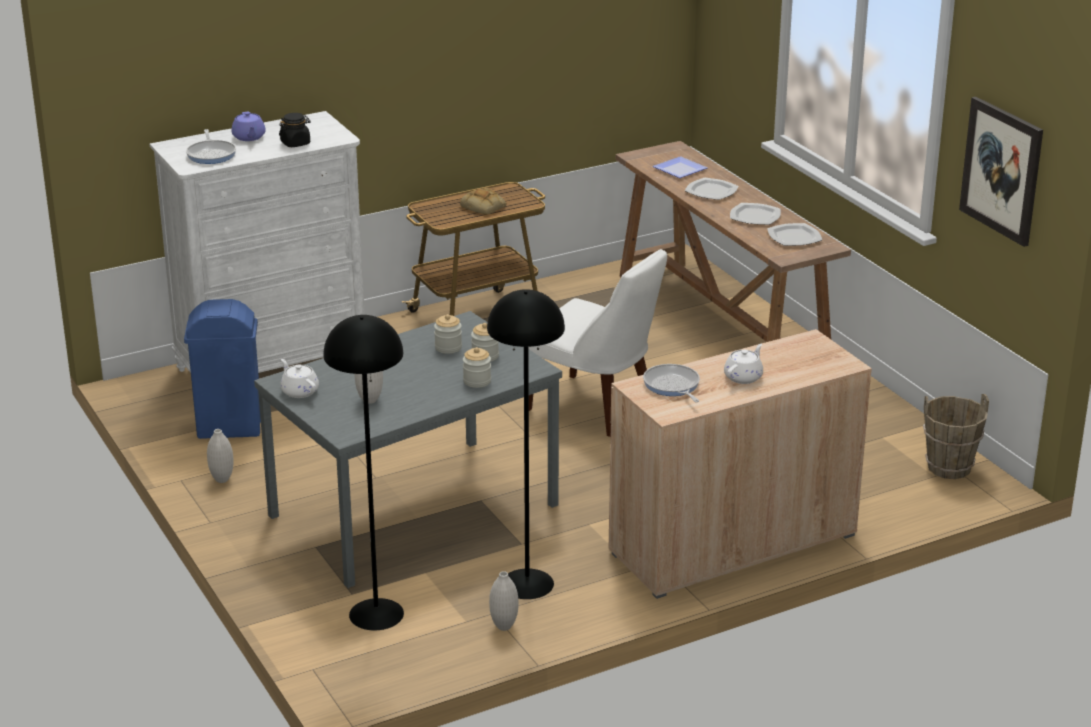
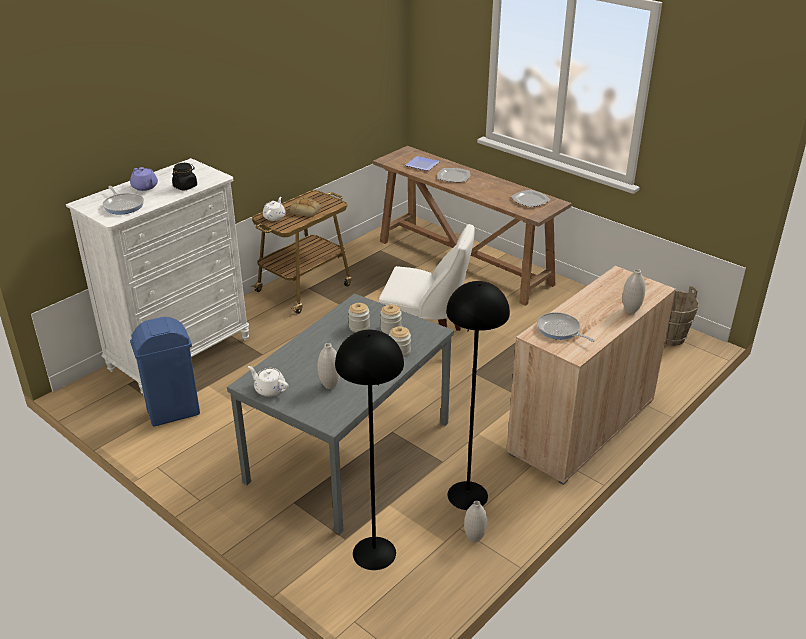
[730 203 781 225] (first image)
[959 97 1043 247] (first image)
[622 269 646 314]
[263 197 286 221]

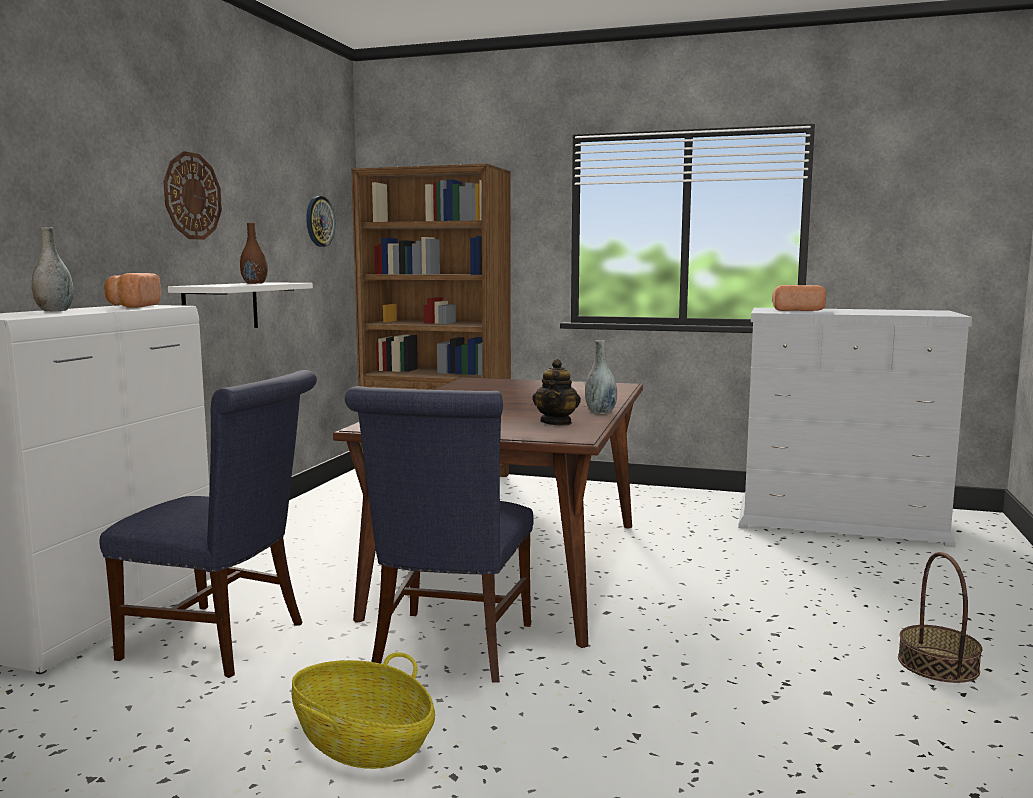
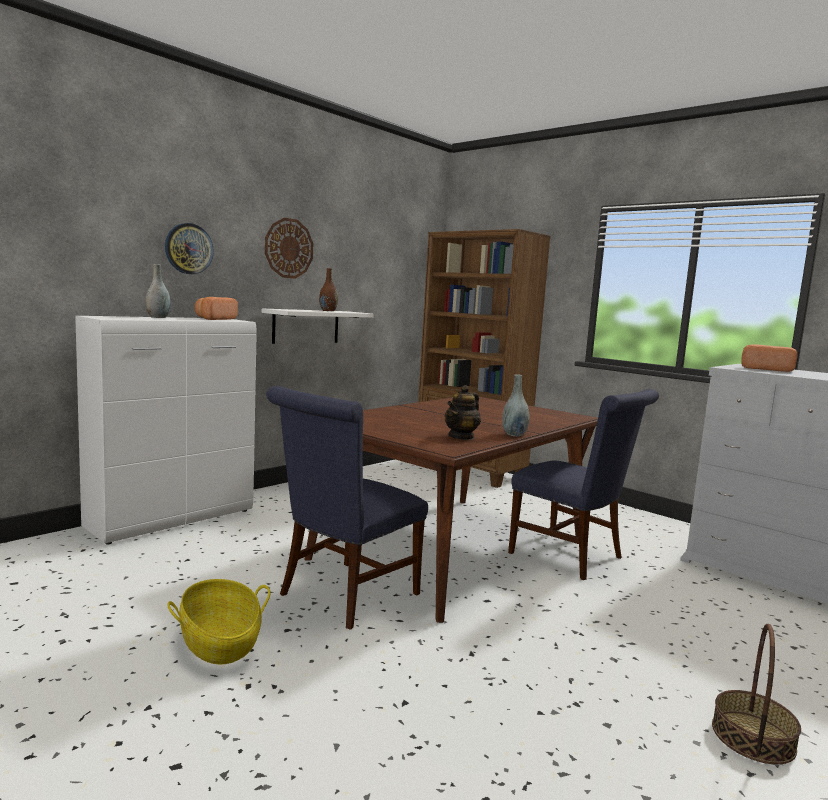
[508 389 659 580]
[165 223 214 274]

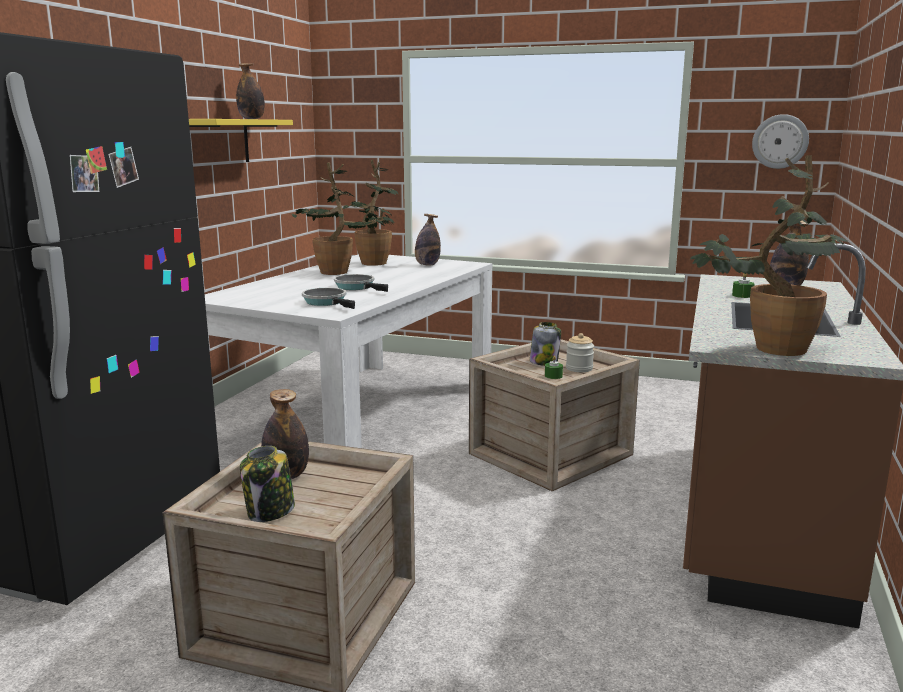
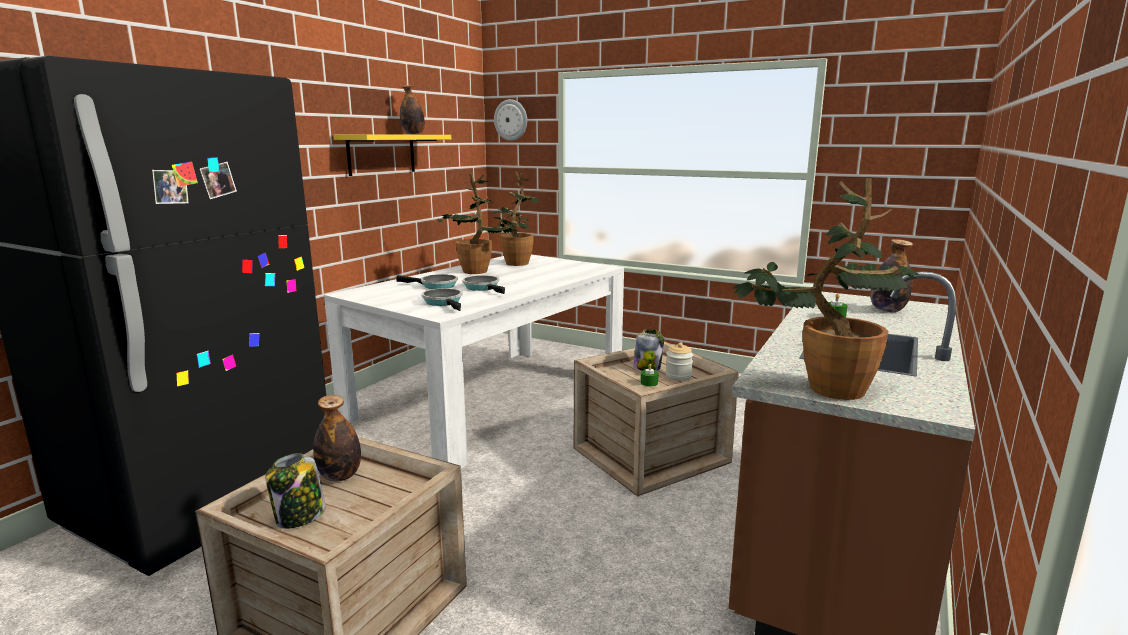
[415 214 441 265] (first image)
[396 274 458 289]
[494 99 527 141]

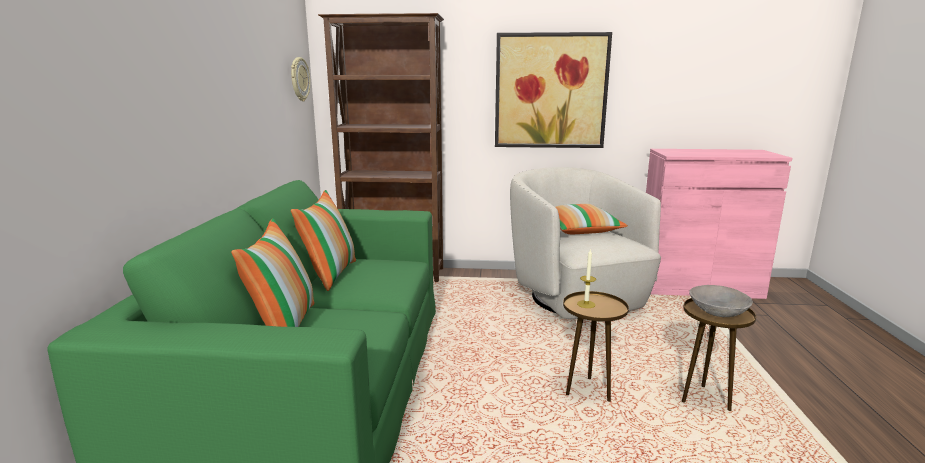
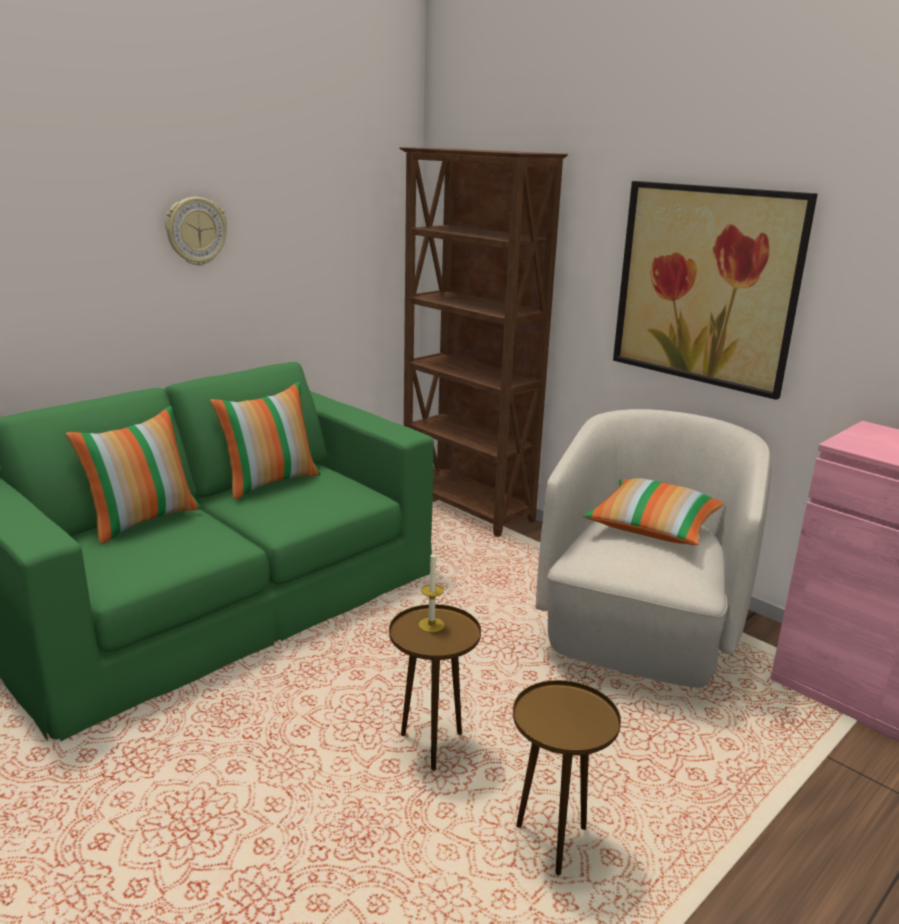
[689 285 753 317] (first image)
[165 197 227 266]

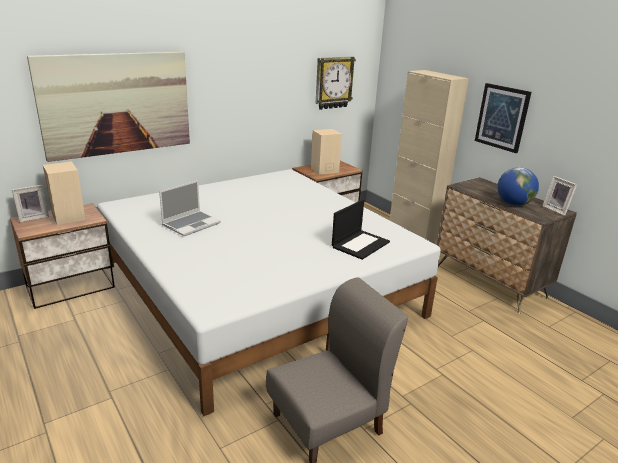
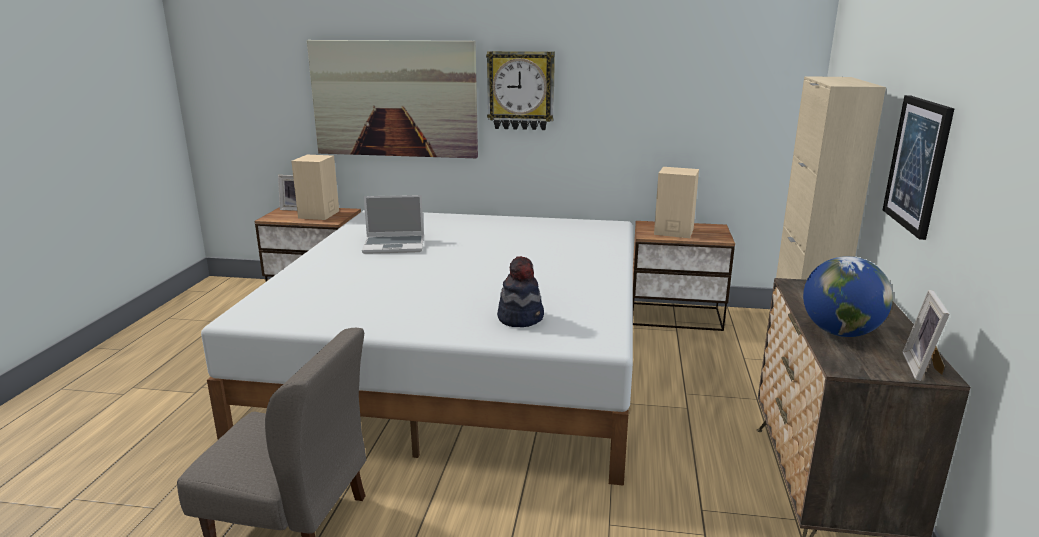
[486 51 555 130]
[497 256 544 327]

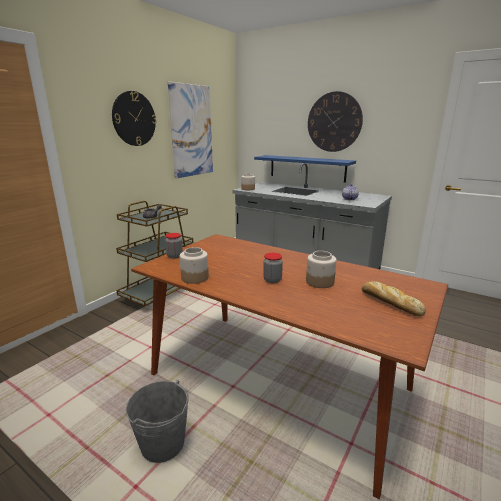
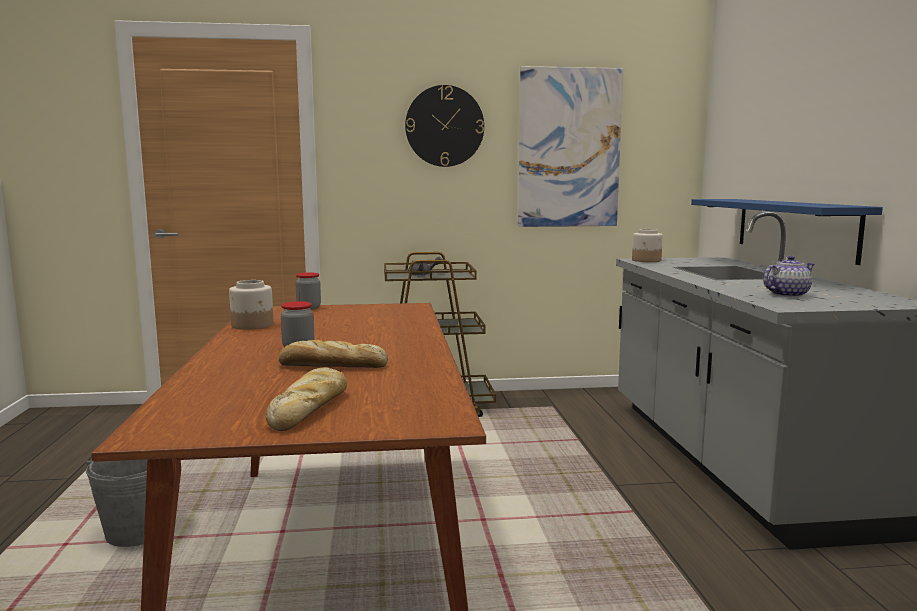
[308 91 363 152] (first image)
[278 340 388 368]

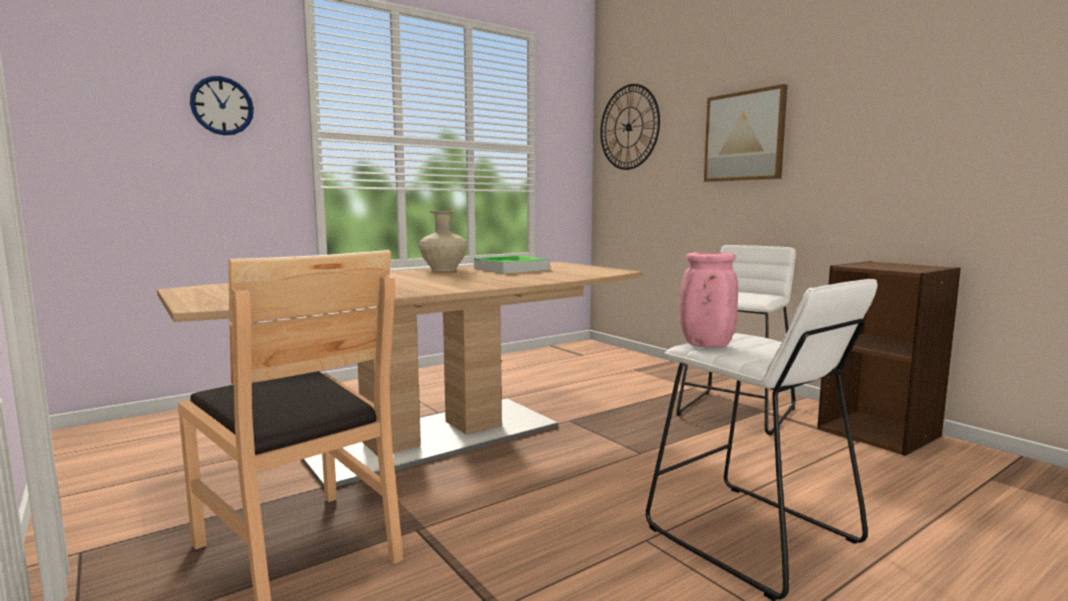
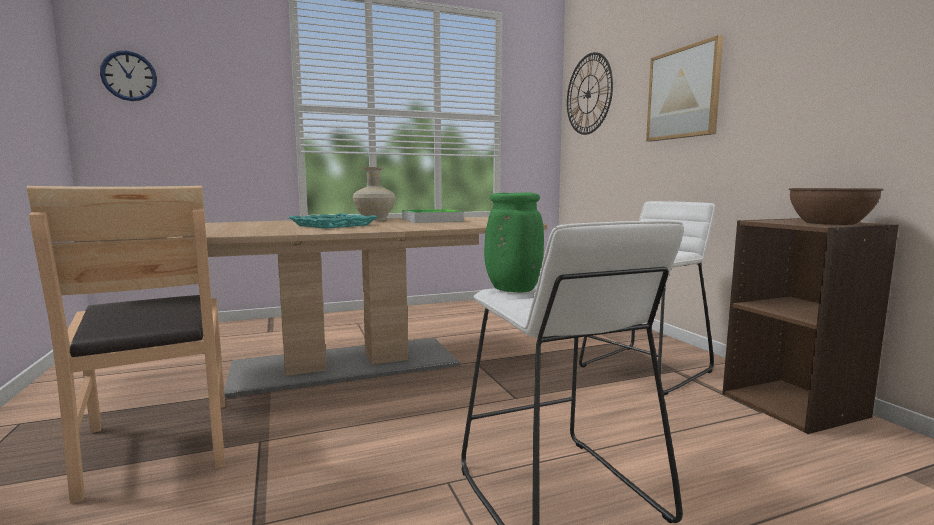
[289 213 377 229]
[788 188 884 225]
[100 51 157 101]
[484 192 544 292]

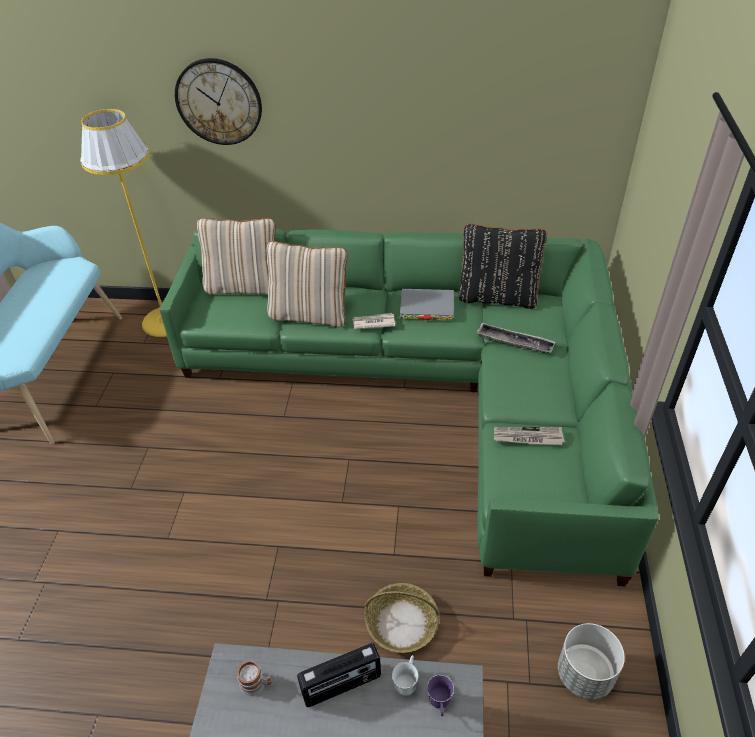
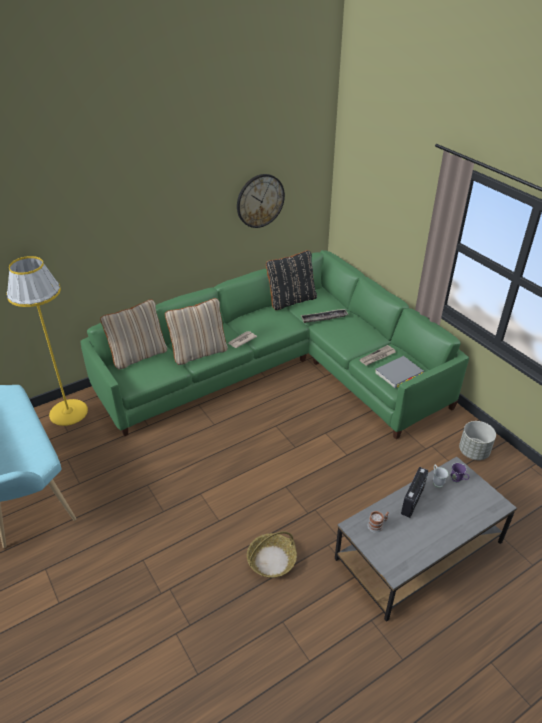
[237 174 285 228]
[247 531 297 578]
[375 356 424 388]

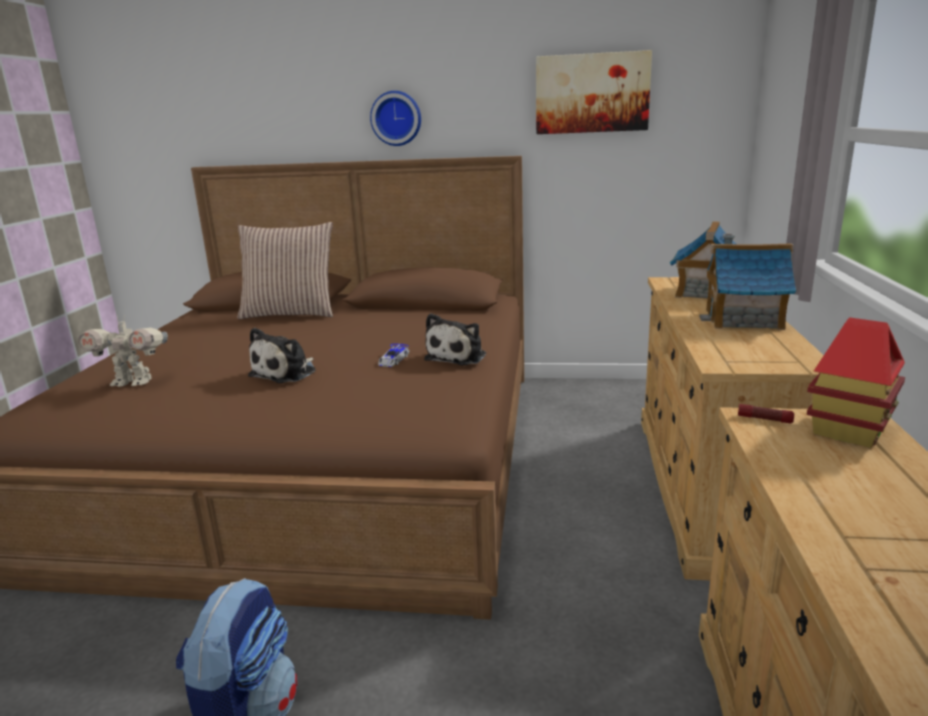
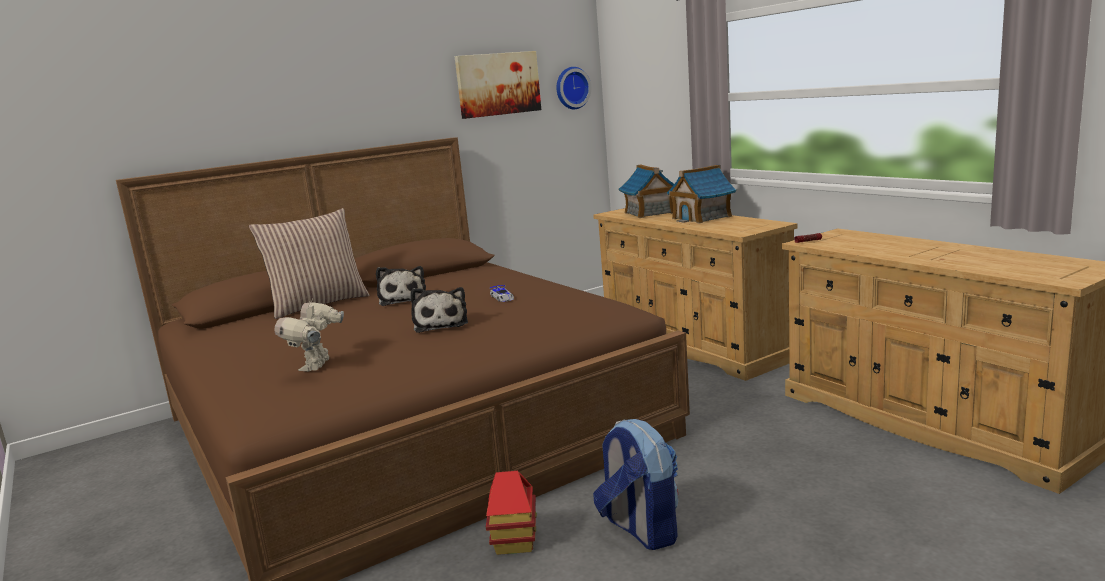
[557 67 591 109]
[376 266 426 306]
[486 471 537 555]
[274 298 344 372]

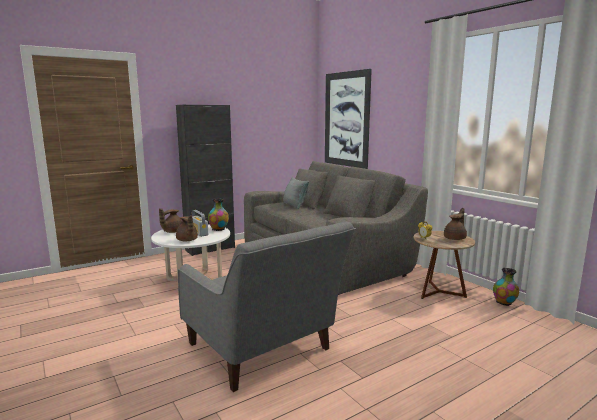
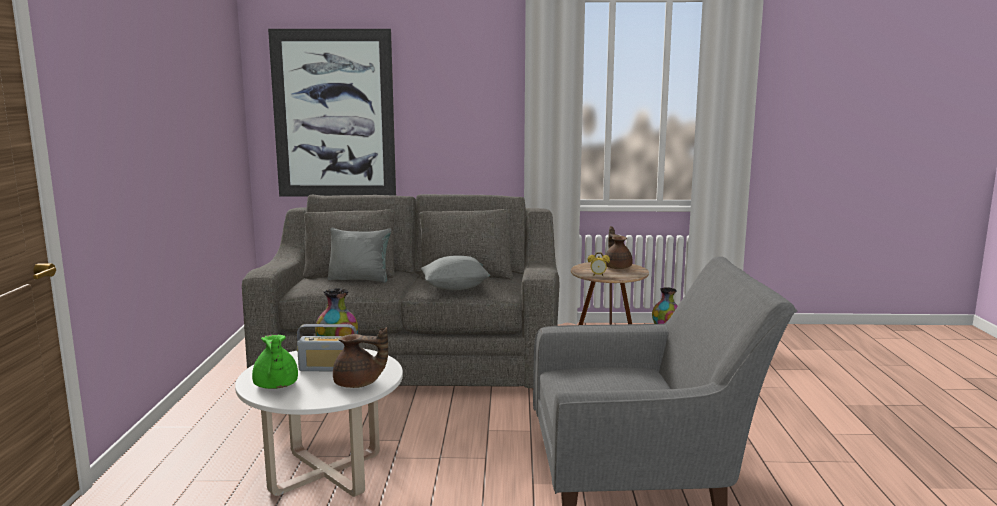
[176 105 235 256] (first image)
[421 255 490 290]
[252 335 298 389]

